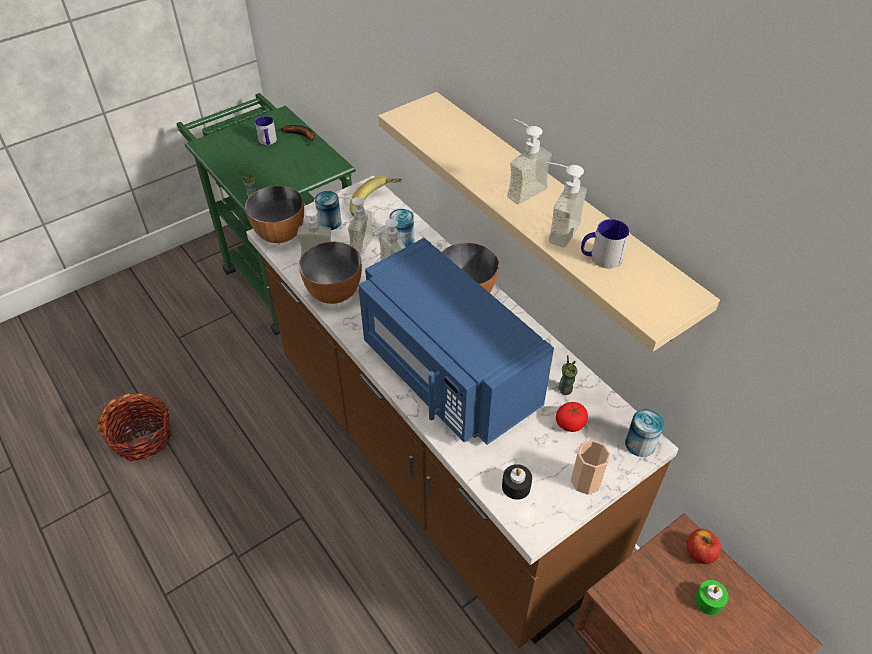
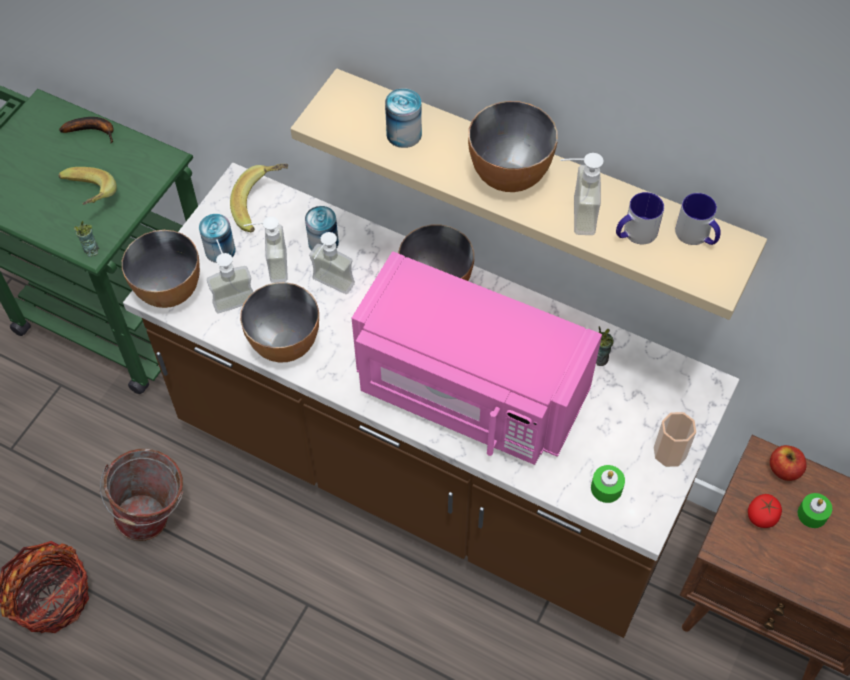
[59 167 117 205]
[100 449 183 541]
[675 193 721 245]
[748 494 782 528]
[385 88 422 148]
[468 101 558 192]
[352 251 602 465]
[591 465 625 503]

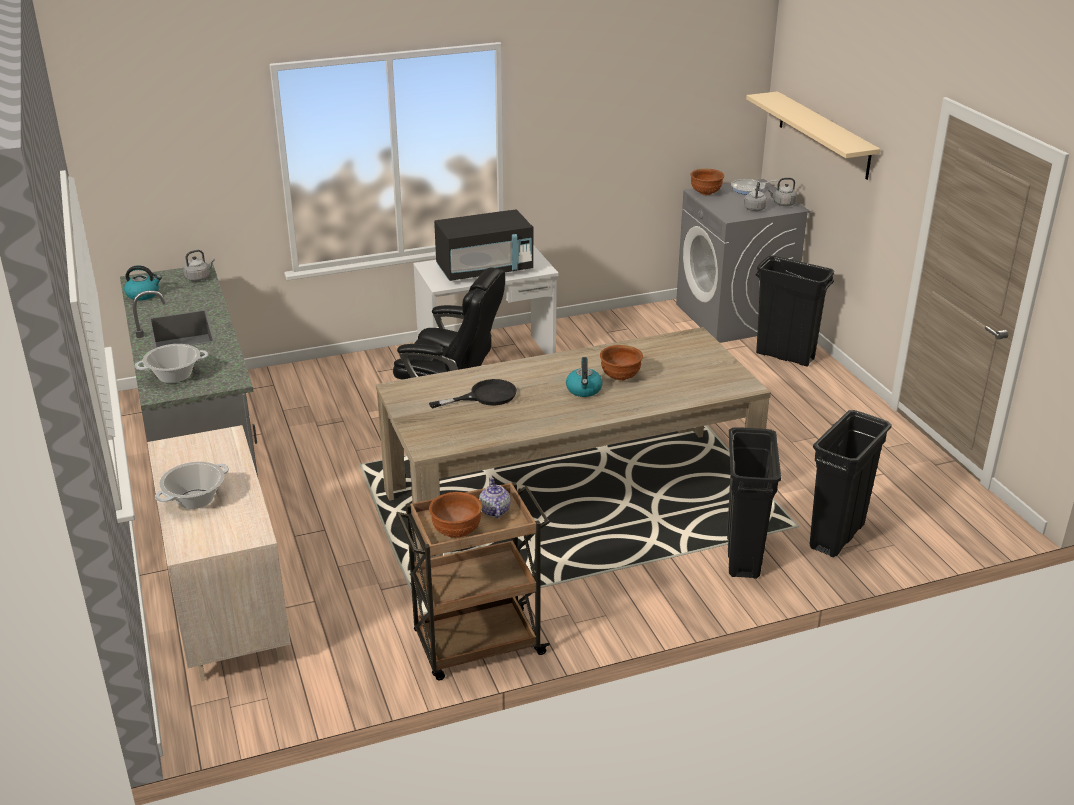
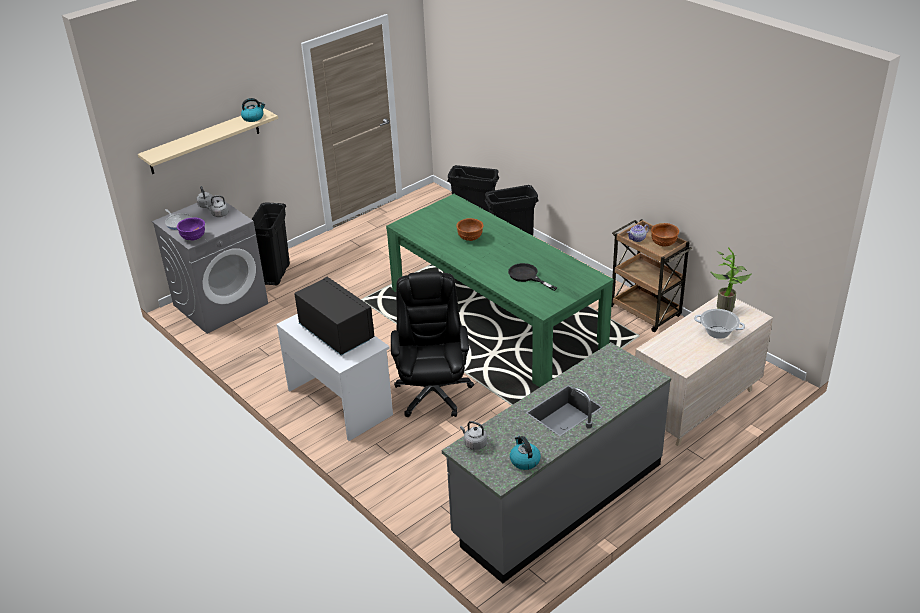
[135 344 209 383] (first image)
[710 247 752 312]
[241 98 265 122]
[386 194 613 387]
[177 218 205 240]

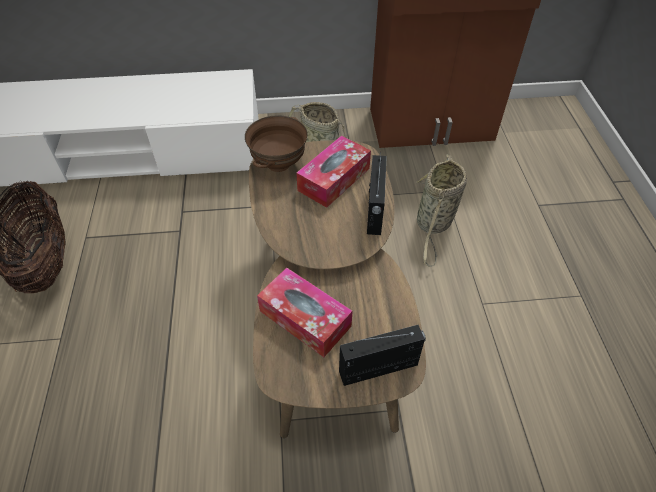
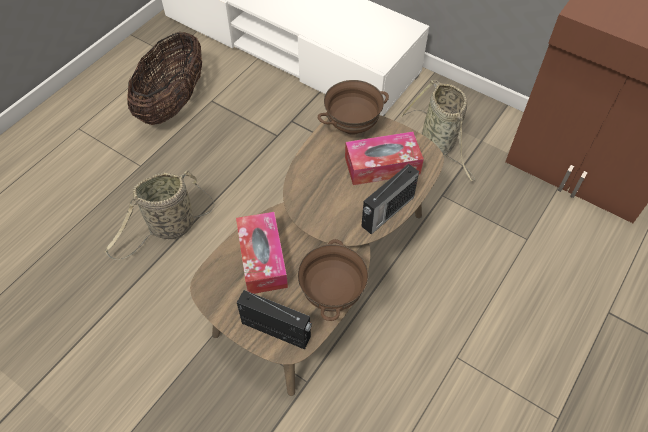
[298 239 368 321]
[104 170 215 260]

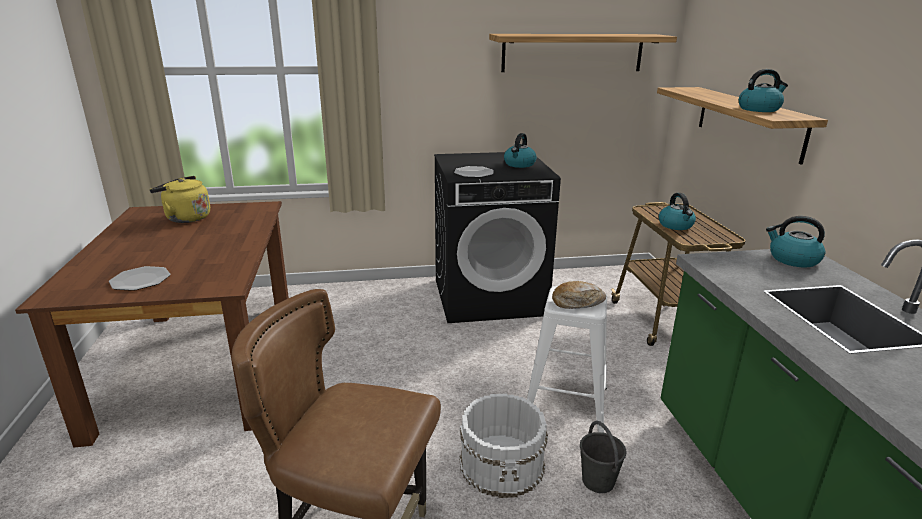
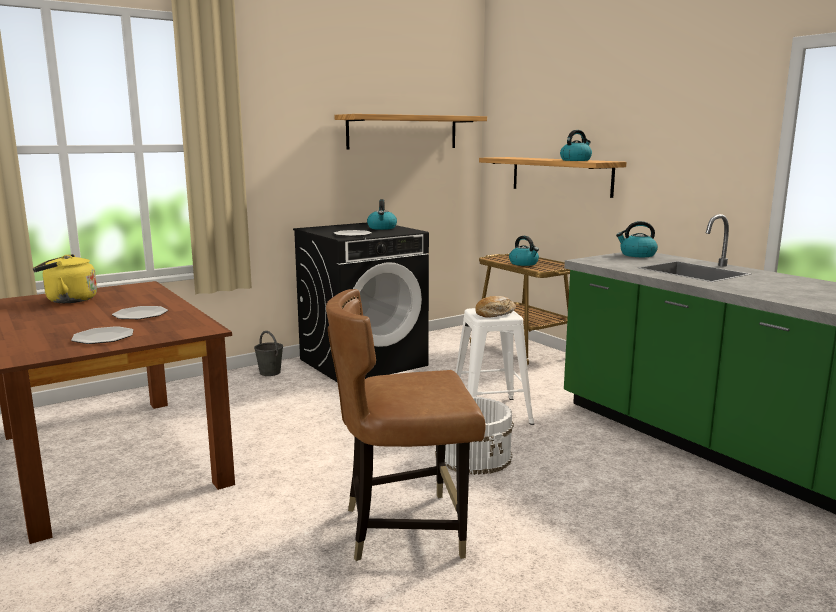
[112 306 168 319]
[254 331 283 376]

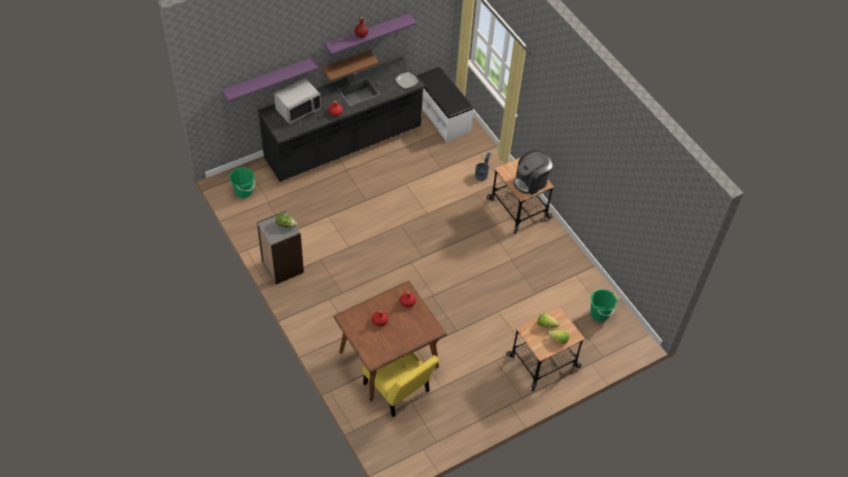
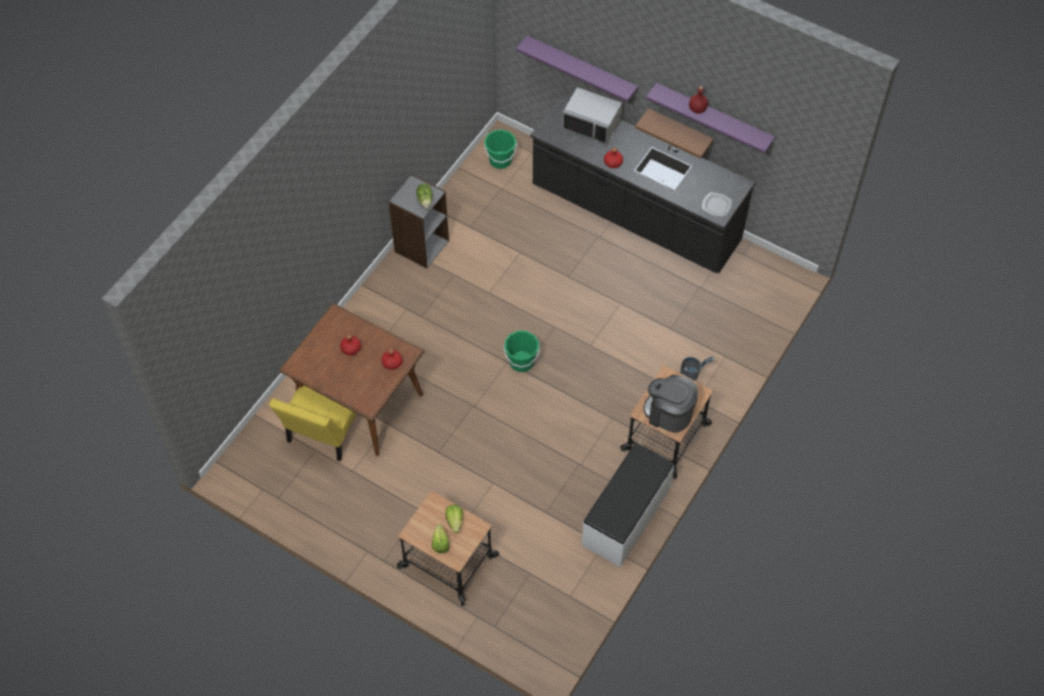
[582 443 674 567]
[504 331 540 372]

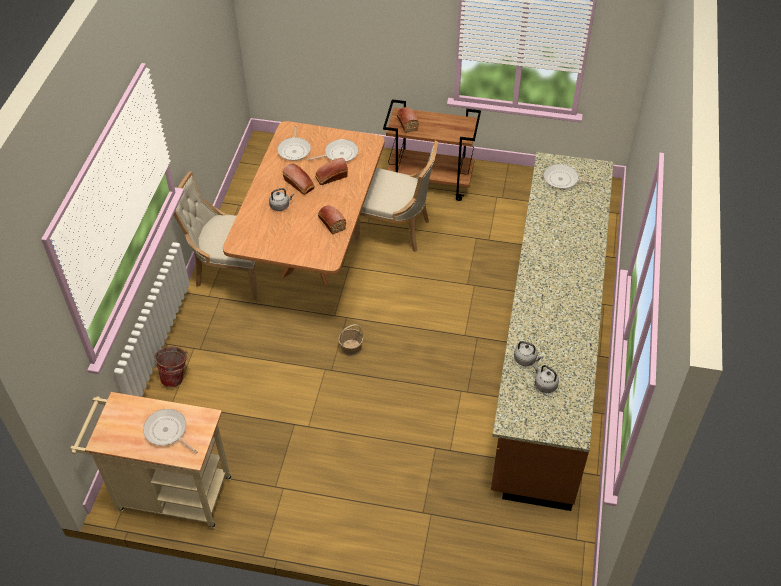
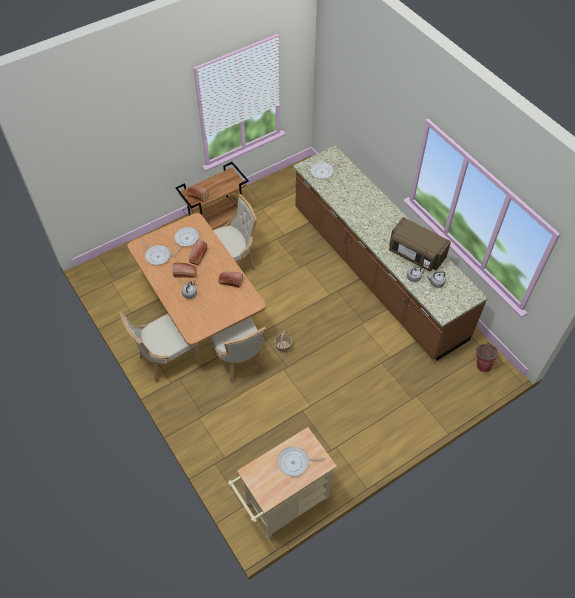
[208 317 266 384]
[389 217 451 272]
[476 342 500 372]

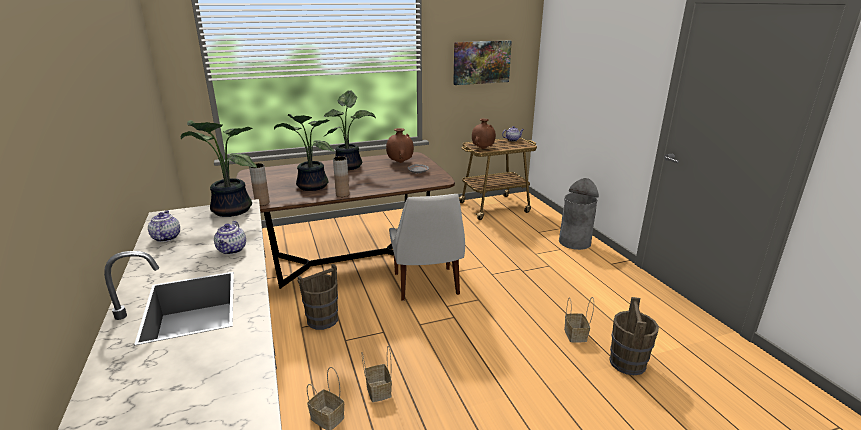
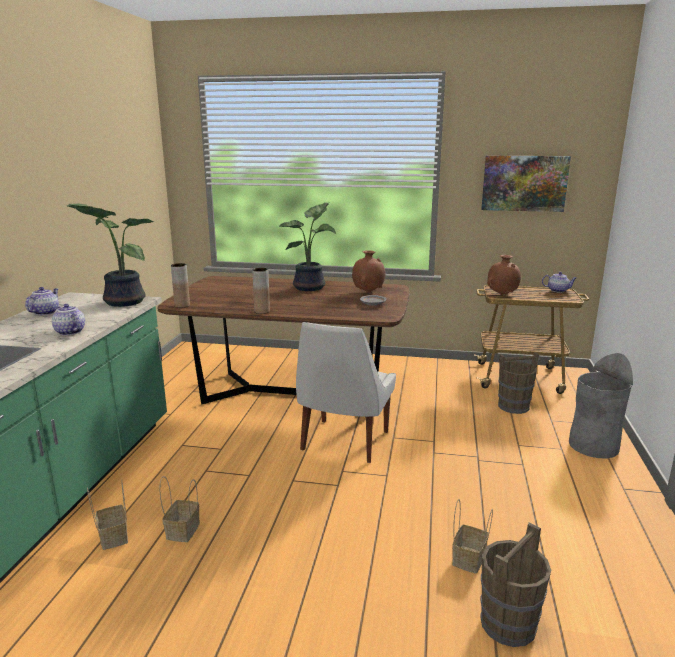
[274 114 335 191] (first image)
[498 352 539 414]
[52 304 85 336]

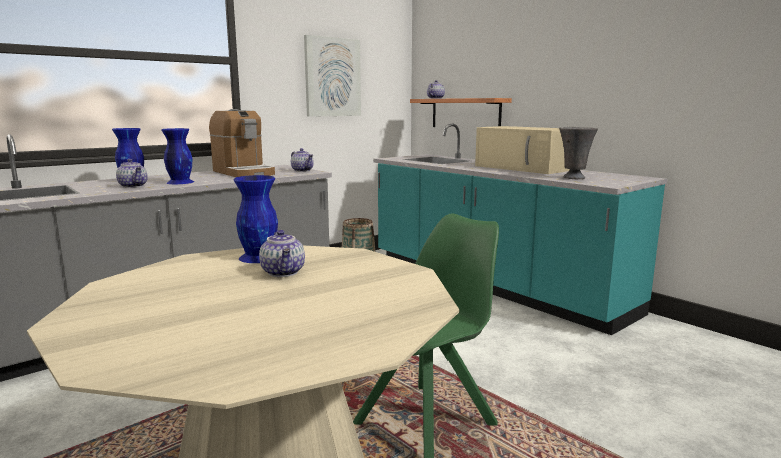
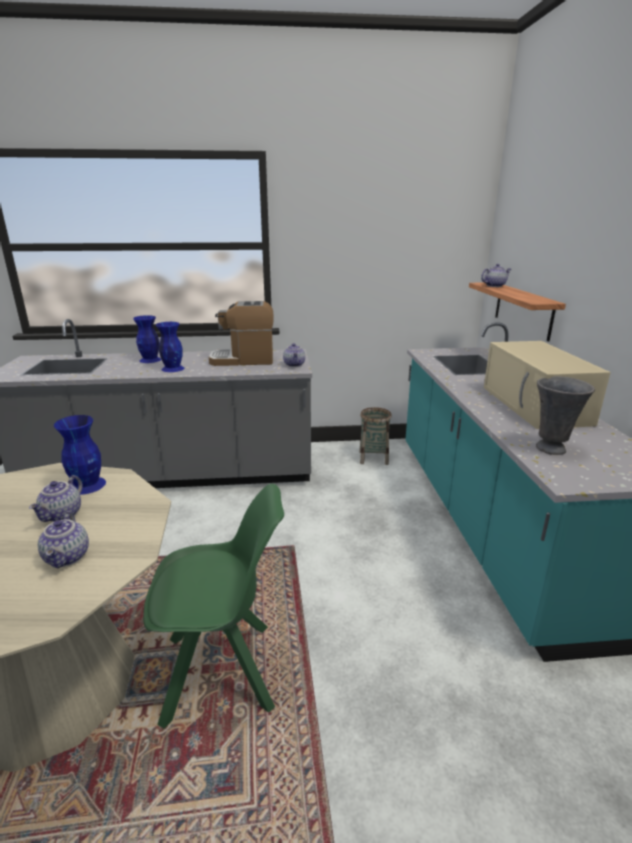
[304 35 361 117] (first image)
[38 511 89 568]
[209 301 274 366]

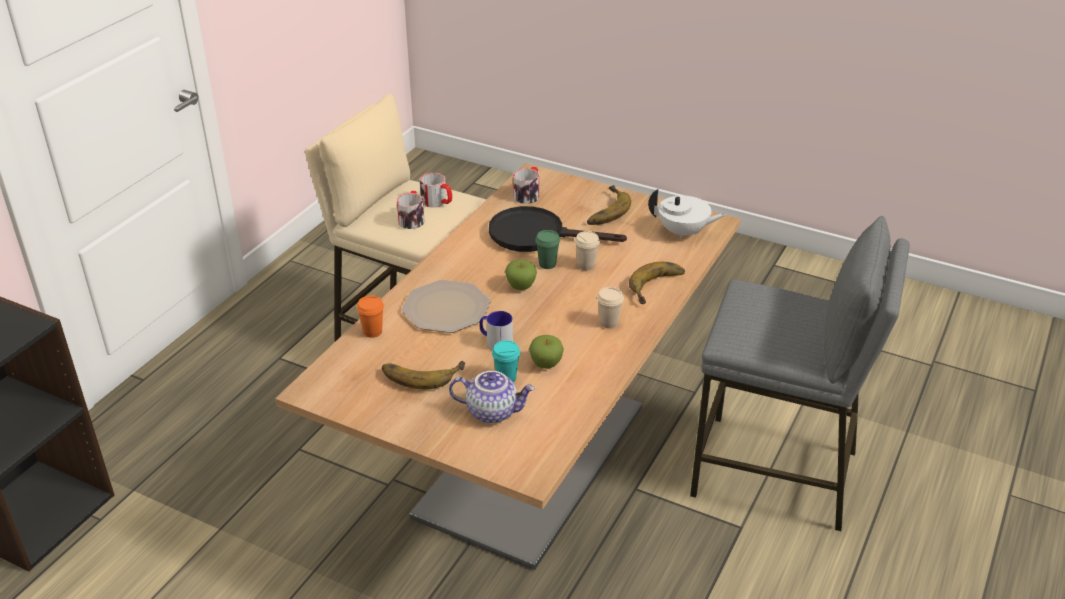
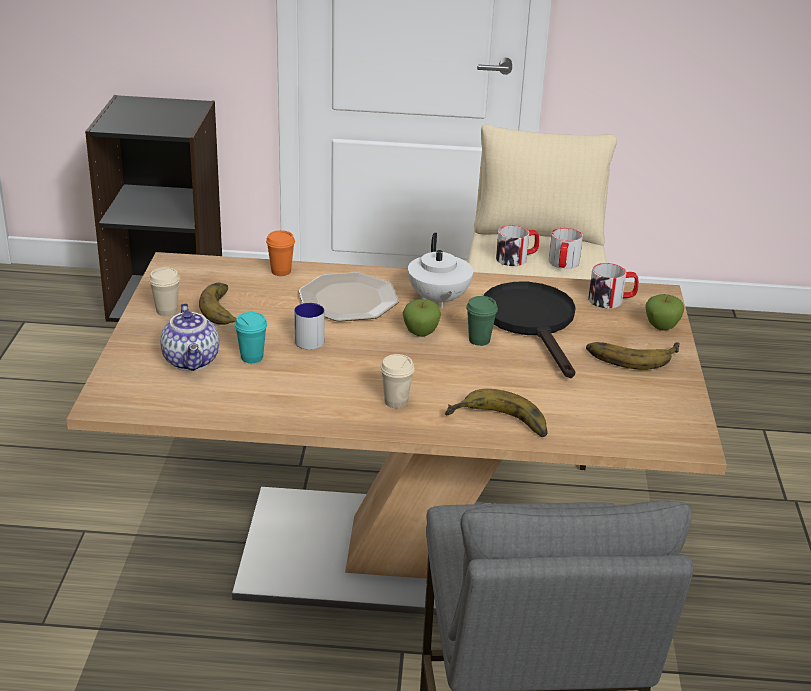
[646 294 684 331]
[149 267 180 316]
[408 233 473 308]

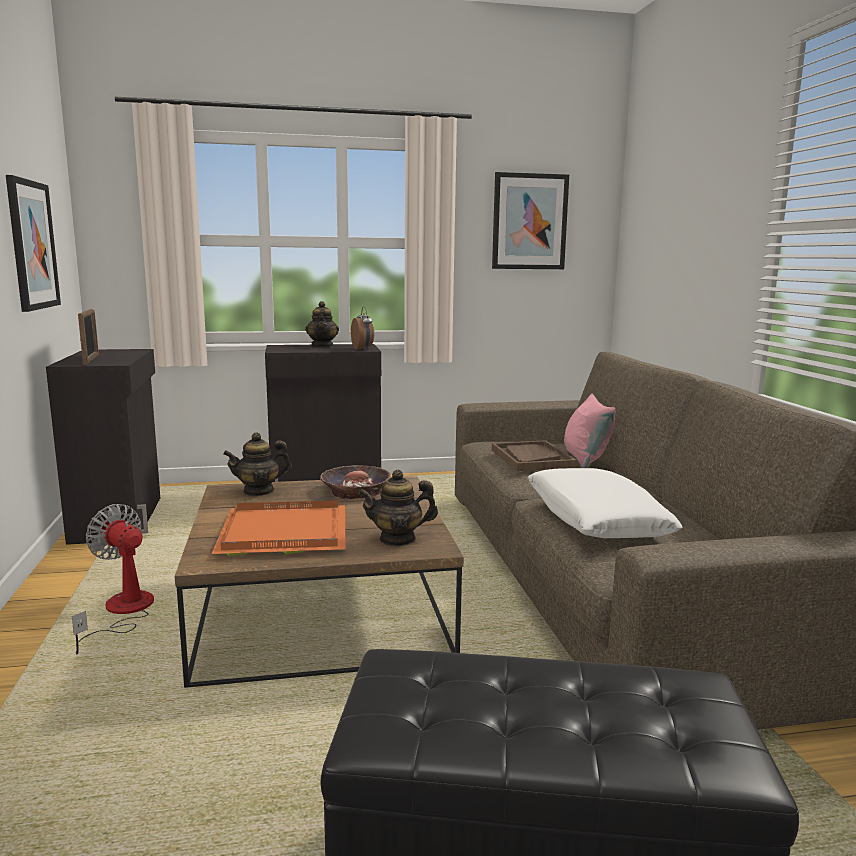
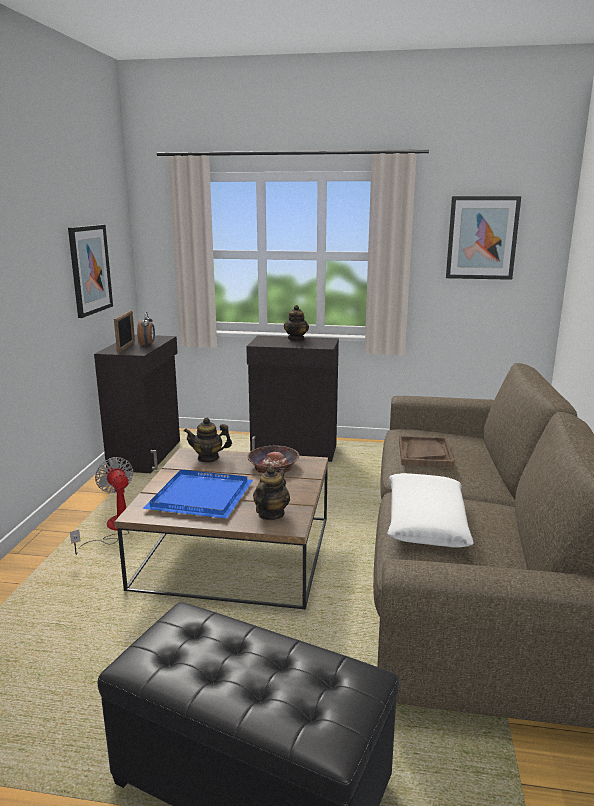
[564 393 616 468] (first image)
[137 312 155 346]
[143 470 253 519]
[253 466 290 520]

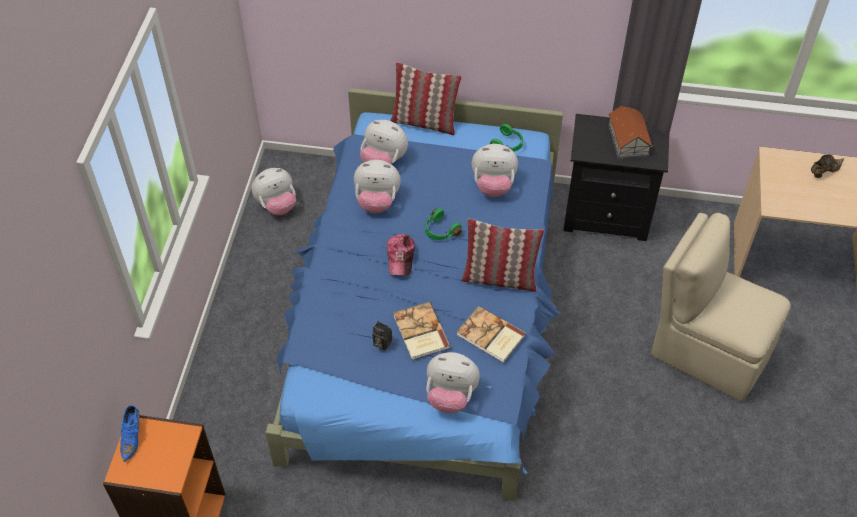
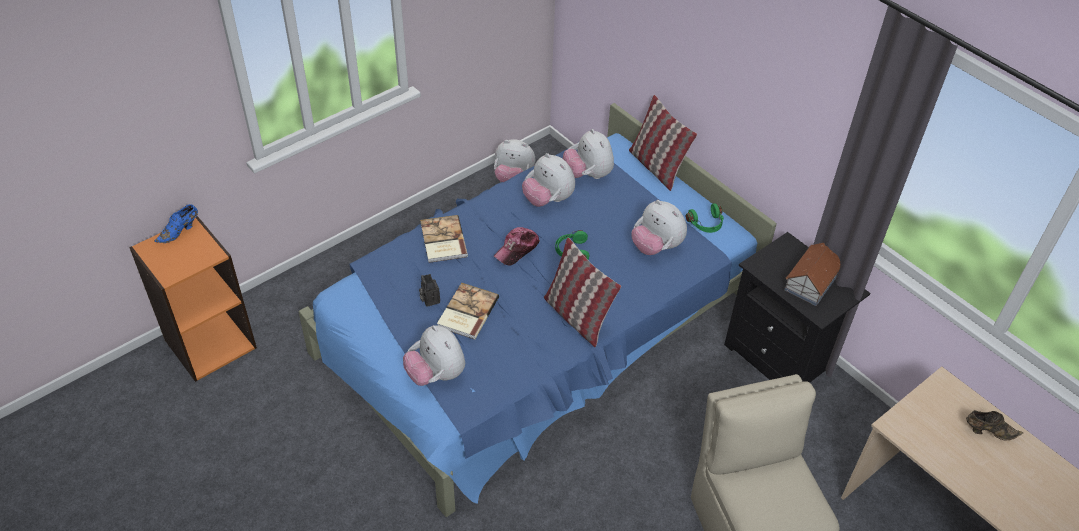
[420 215 468 263]

